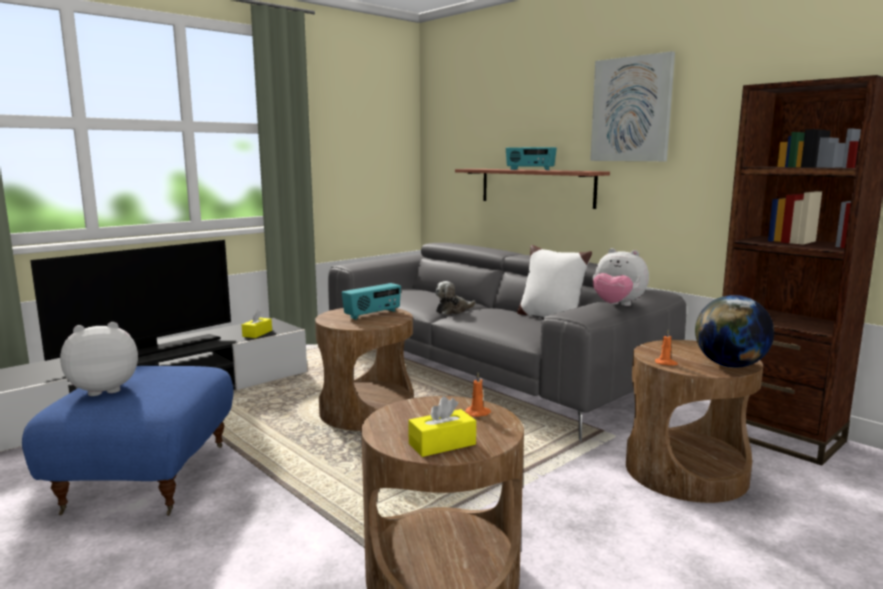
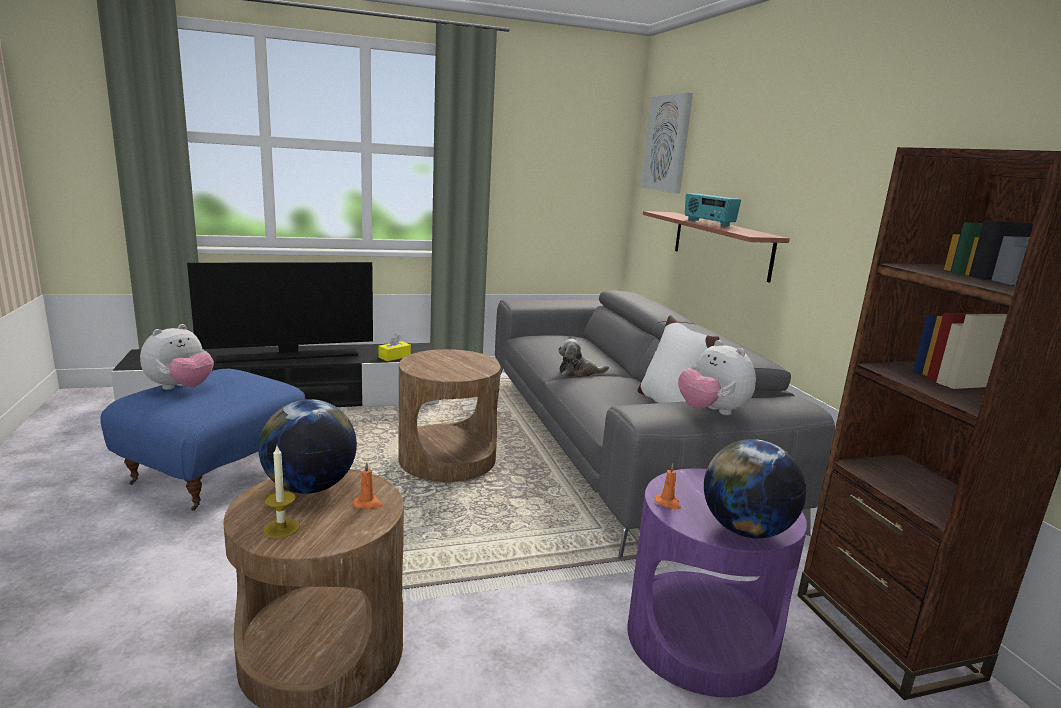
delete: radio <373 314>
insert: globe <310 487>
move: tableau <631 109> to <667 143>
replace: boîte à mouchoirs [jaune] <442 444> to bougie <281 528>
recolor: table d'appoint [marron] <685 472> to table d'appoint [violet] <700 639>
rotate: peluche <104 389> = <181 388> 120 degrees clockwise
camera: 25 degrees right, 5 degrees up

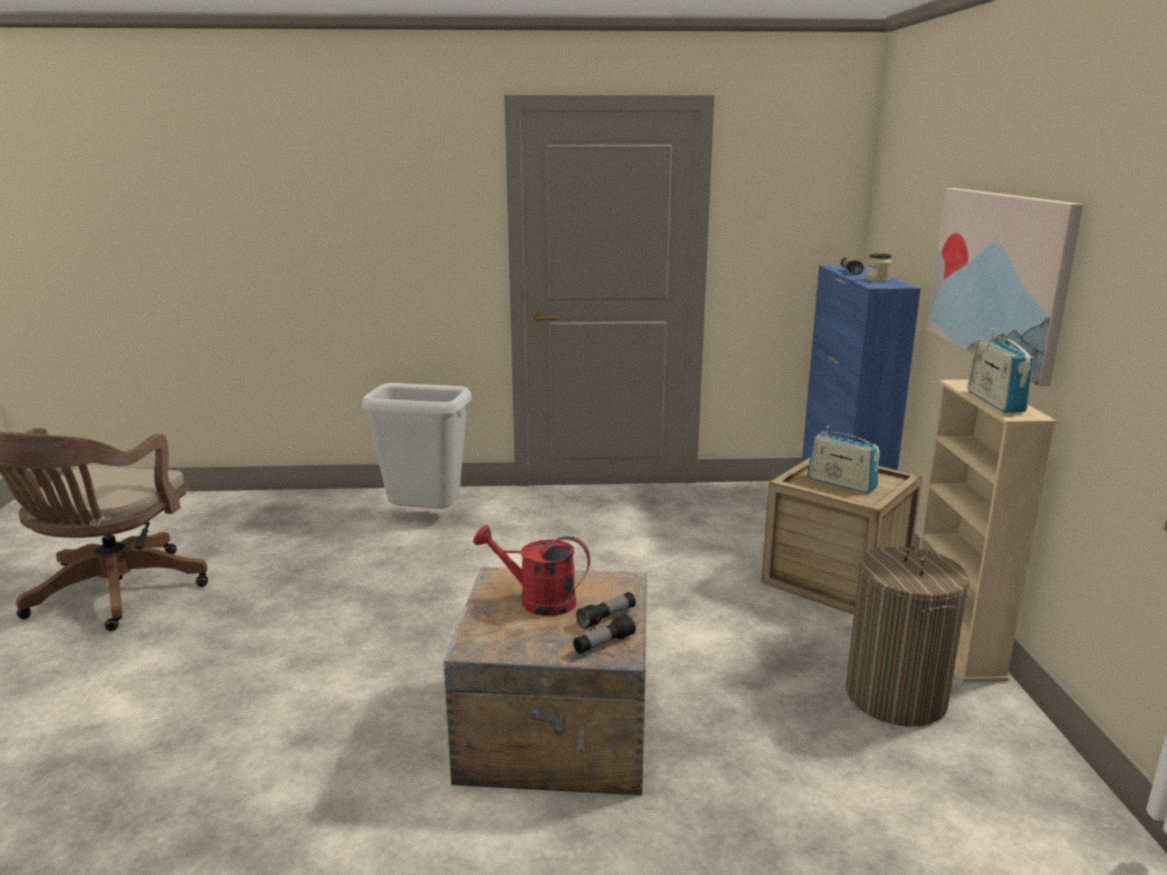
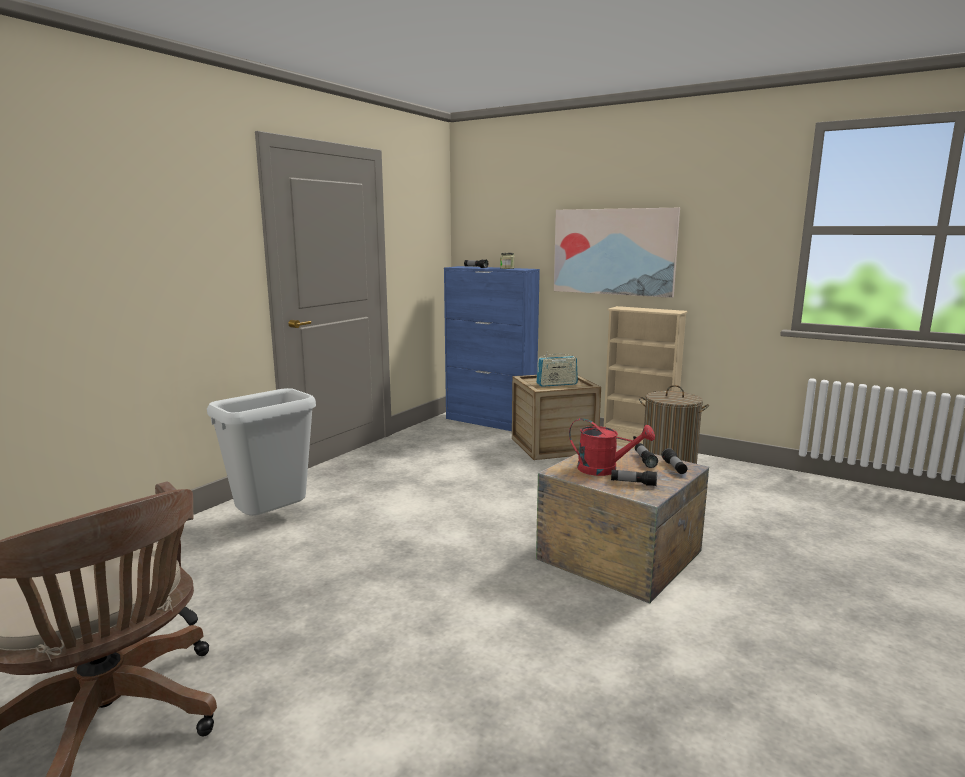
delete: radio <994 402>
insert: lampe de poche <633 483>
rotate: arrosoir [rouge] <537 600> = <605 470> 120 degrees counterclockwise
camera: 55 degrees left, 5 degrees down

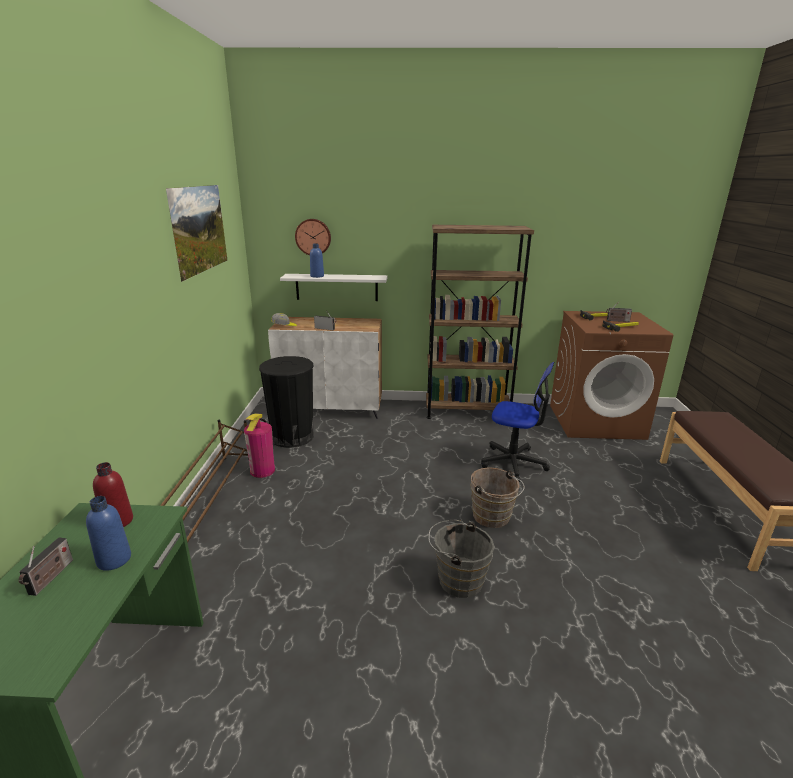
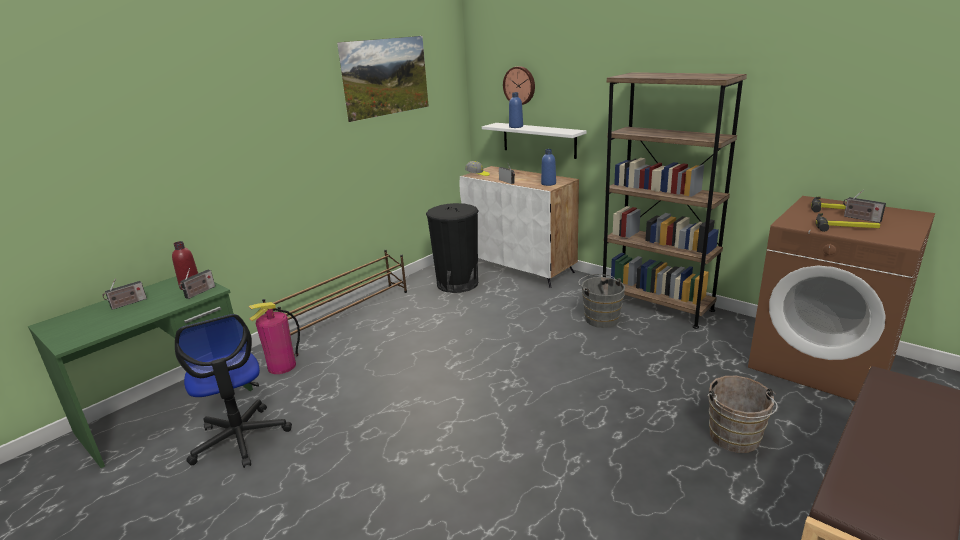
insert: radio <199 293>
move: chaise de bureau <513 463> to <240 439>; extincteur <263 470> to <282 366>; bouteille [bleu] <114 559> to <548 184>; seau [gris] <457 579> to <600 318>; seau [marron] <493 518> to <735 440>
camera: 40 degrees right, 0 degrees up

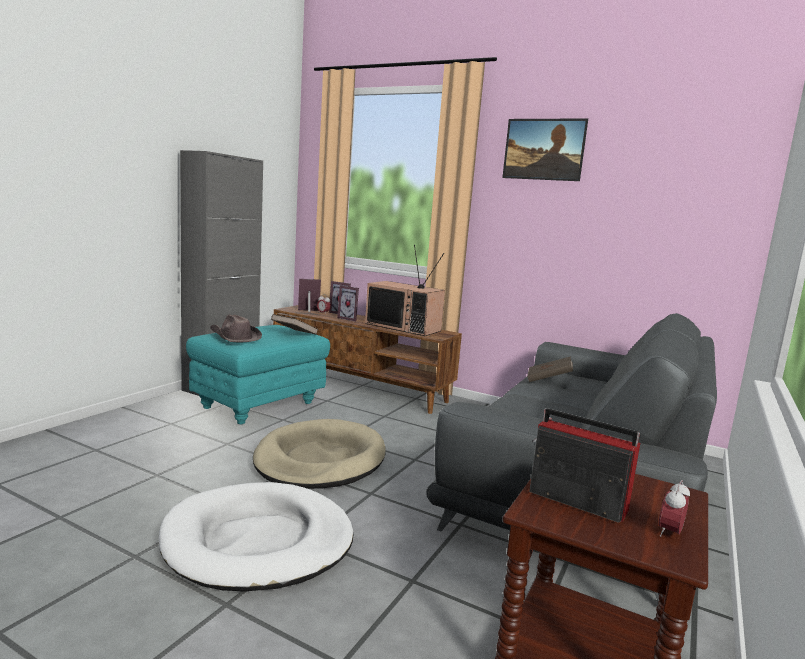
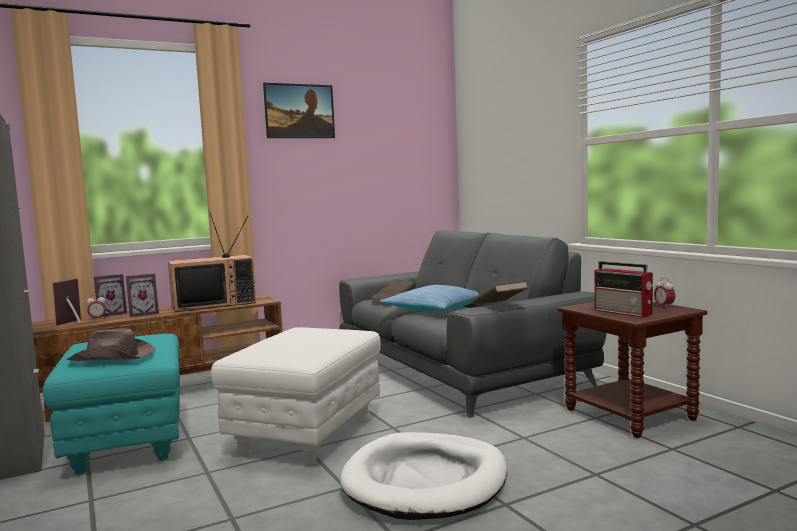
insert: coussin <434 309>
move: livre [marron] <294 334> to <500 305>
replace: panier pour chien [beige] <320 460> to pouf [blanc] <307 436>
rotate: radio <574 500> = <624 312> 105 degrees counterclockwise
camera: 55 degrees left, 5 degrees down

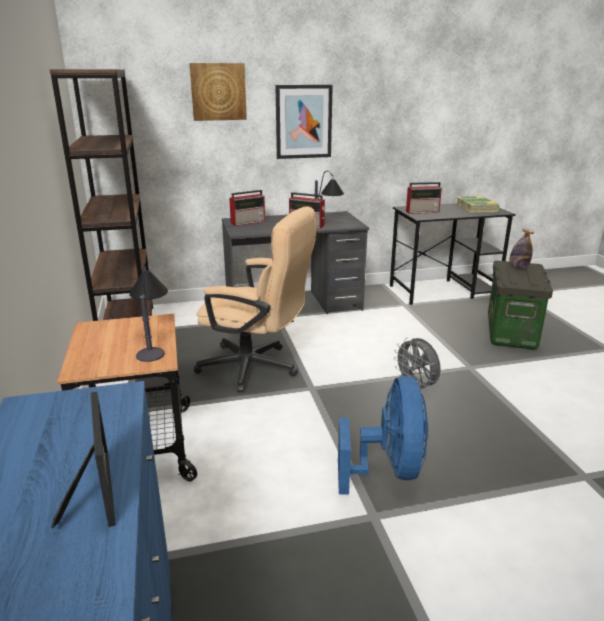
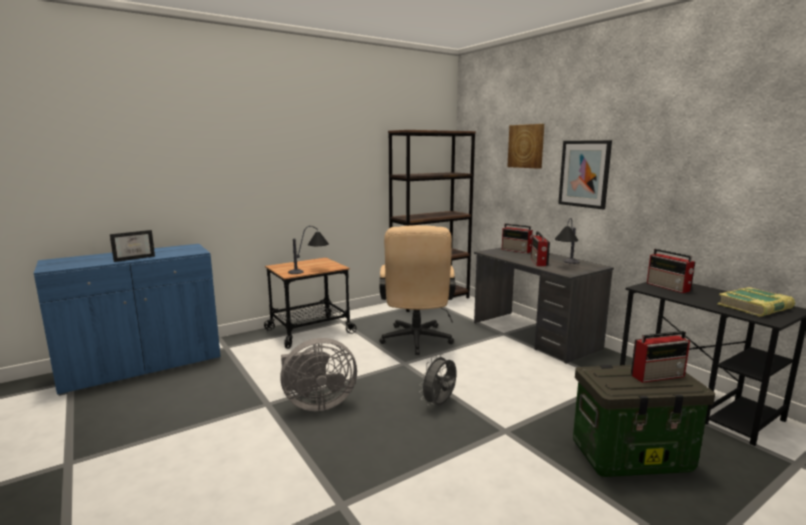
replace: bouteille <518 268> to radio <658 375>
recolor: ventilateur [bleu] <388 469> to ventilateur [gris] <317 404>
camera: 70 degrees right, 10 degrees down

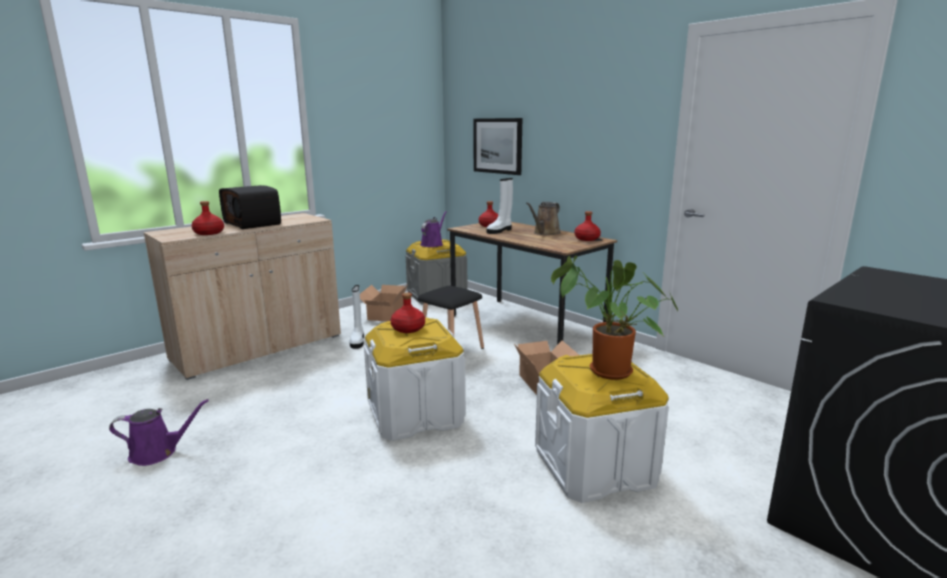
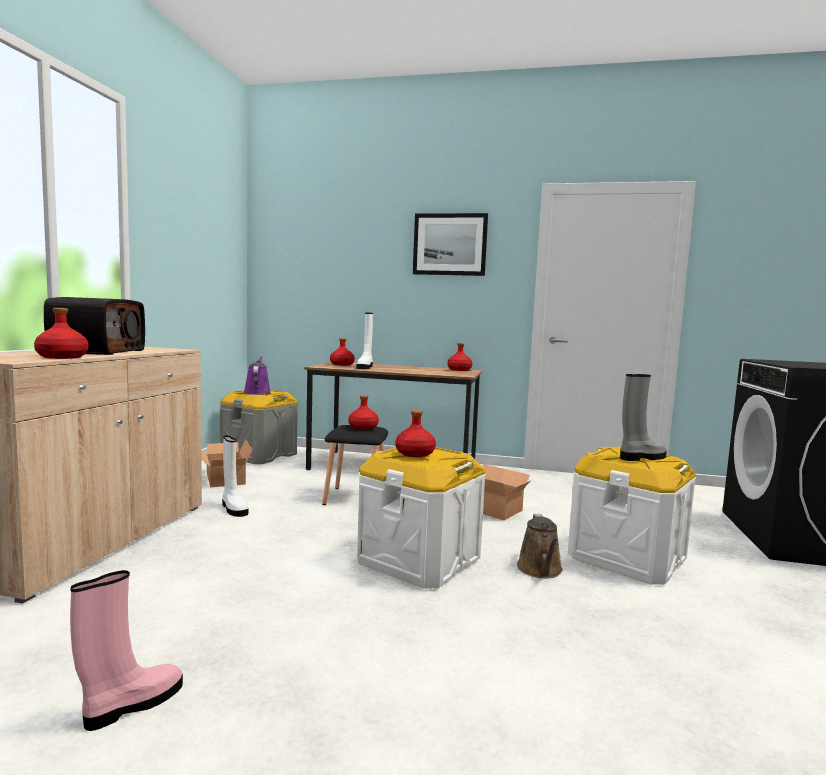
insert: bouteille [rouge] <363 428>
move: tableau <498 146> to <450 244>; arrosoir [marron] <545 233> to <540 570>
replace: arrosoir [violet] <158 452> to botte [rose] <131 705>; plante en pot <605 372> to botte [gris] <641 457>
rotate: radio <253 223> = <97 351> 105 degrees counterclockwise
camera: 35 degrees left, 10 degrees down

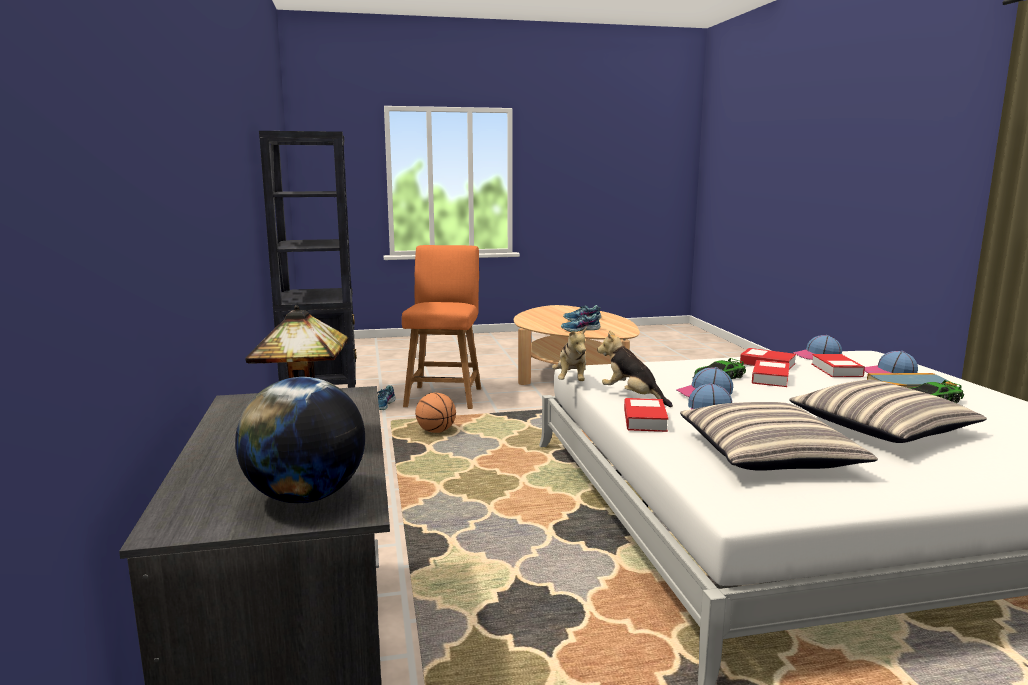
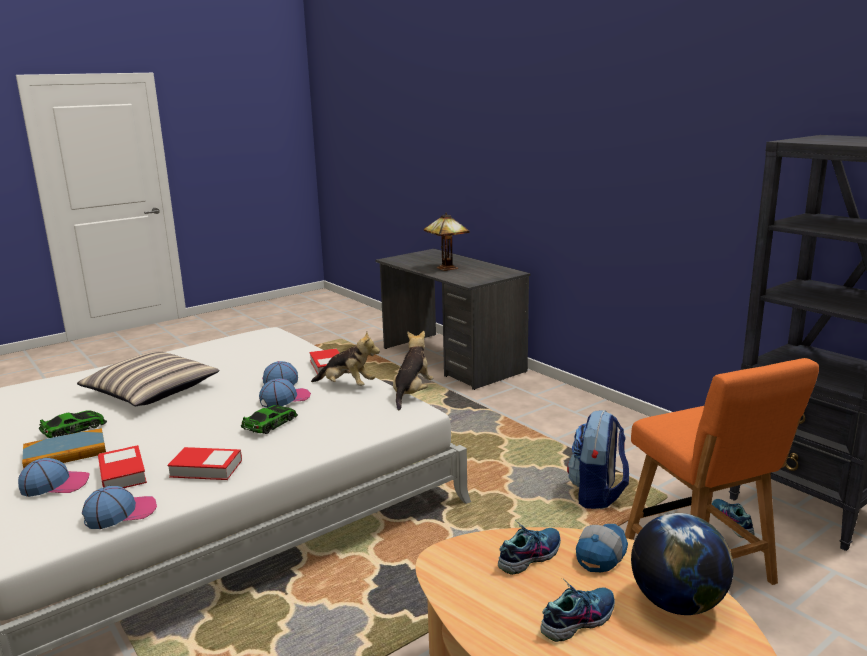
delete: coussin <768 455>; livre <770 378>
insert: casquette <600 554>
move: globe <305 497> to <677 603>
replace: ballon de basket <436 431> to sac à dos <597 494>
rotate: peluche <571 381> = <412 394> 45 degrees clockwise
camera: 155 degrees right, 5 degrees up

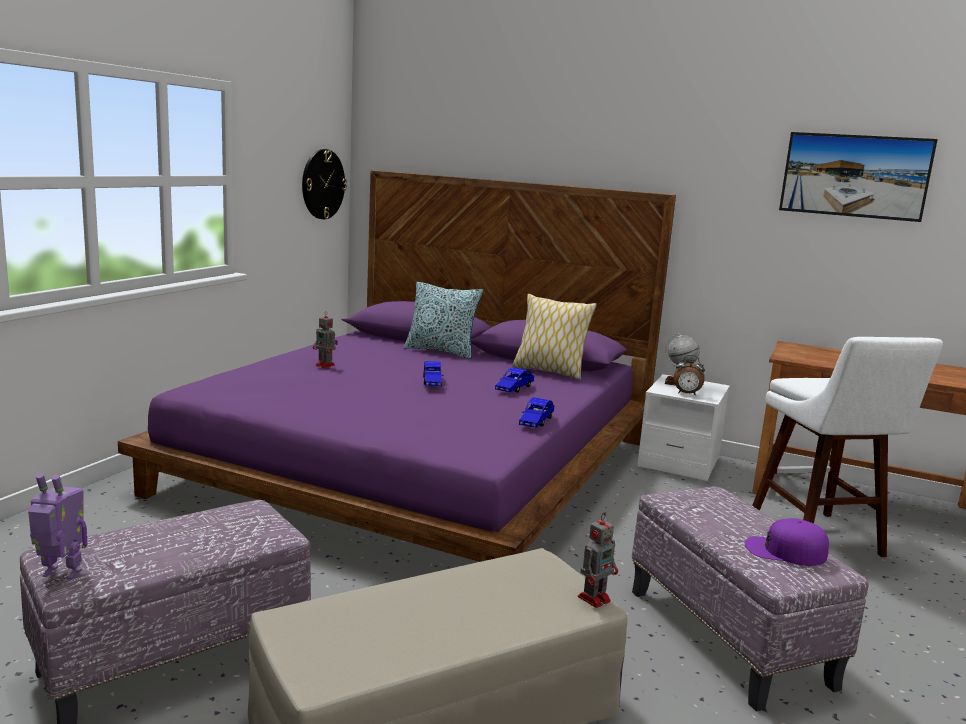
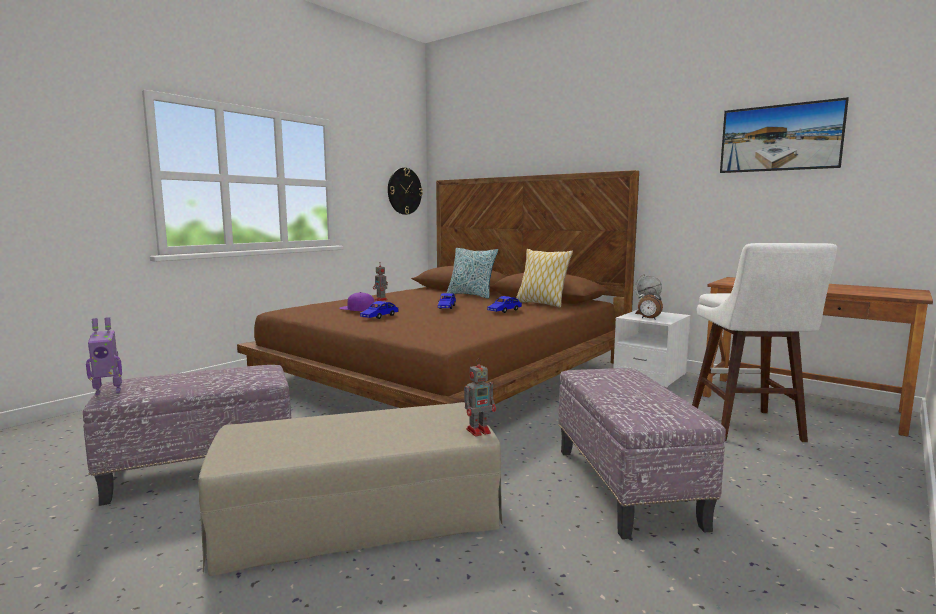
move: casquette [violet] <785 551> to <357 308>; petite voiture [bleu] <536 421> to <379 317>
recolor: lit [violet] <418 466> to lit [marron] <446 372>
rotate: robot jouet <61 574> = <108 391> 135 degrees clockwise
camera: 15 degrees right, 5 degrees down

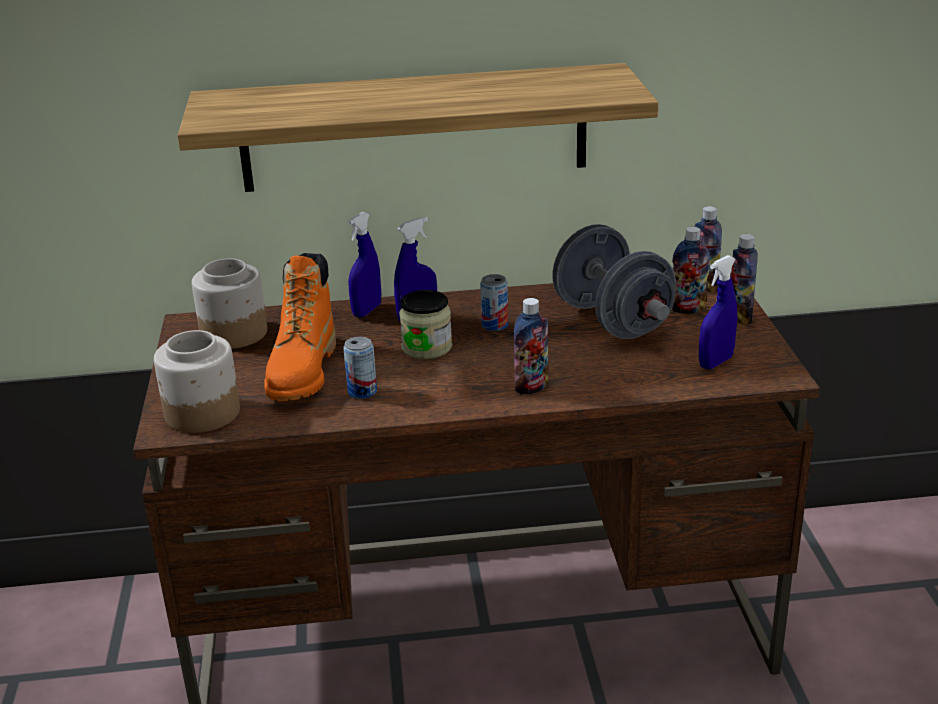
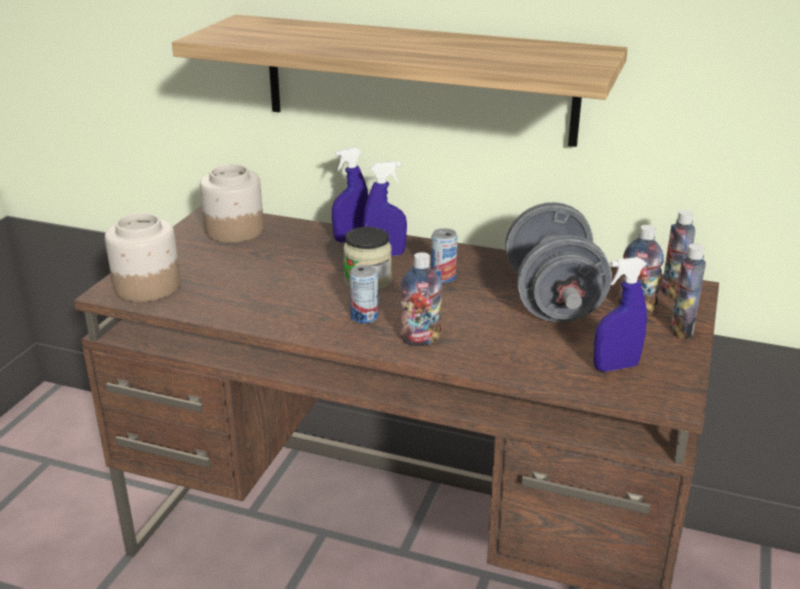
delete: botte [orange] <303 372>
move: boîte métallique <362 391> to <364 317>
camera: 25 degrees right, 0 degrees up

